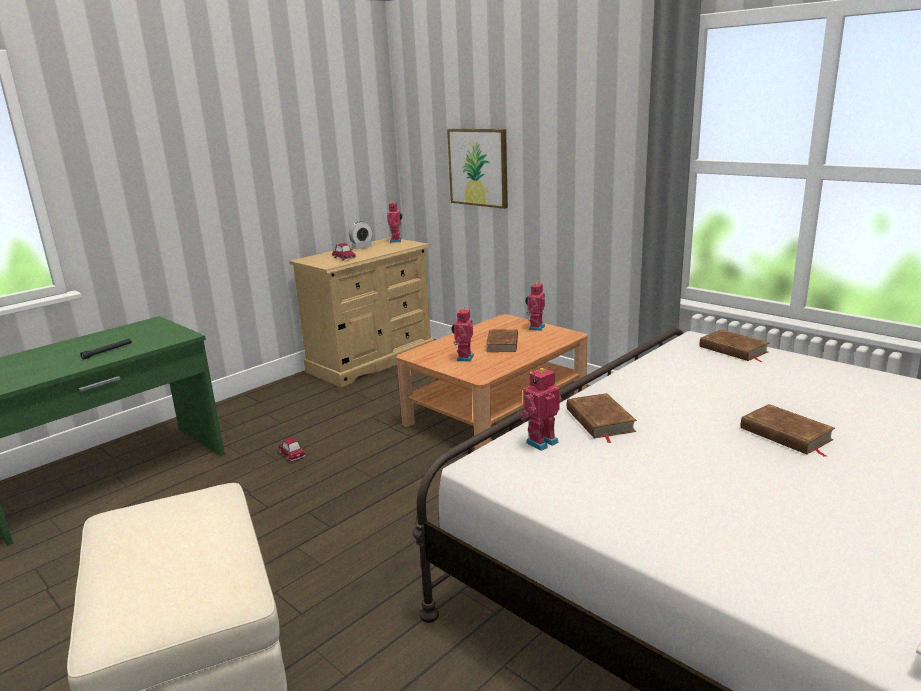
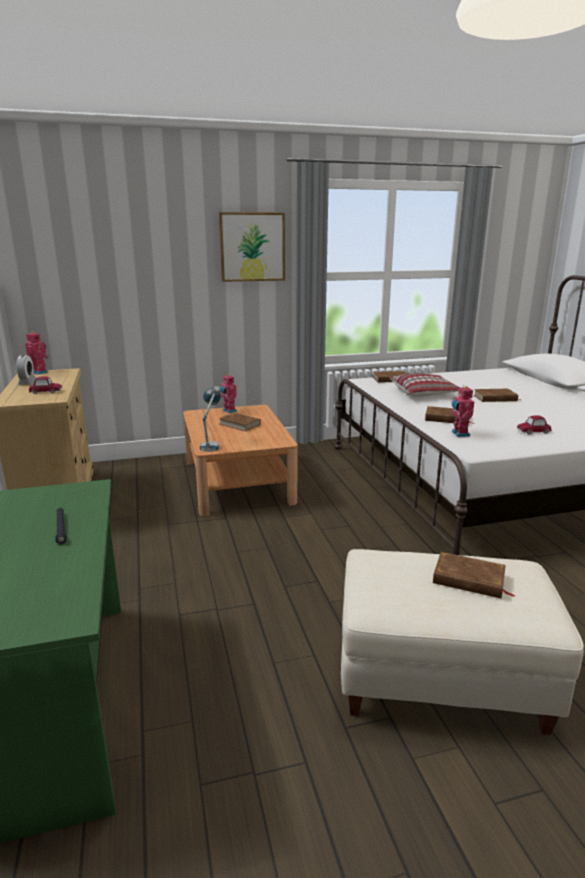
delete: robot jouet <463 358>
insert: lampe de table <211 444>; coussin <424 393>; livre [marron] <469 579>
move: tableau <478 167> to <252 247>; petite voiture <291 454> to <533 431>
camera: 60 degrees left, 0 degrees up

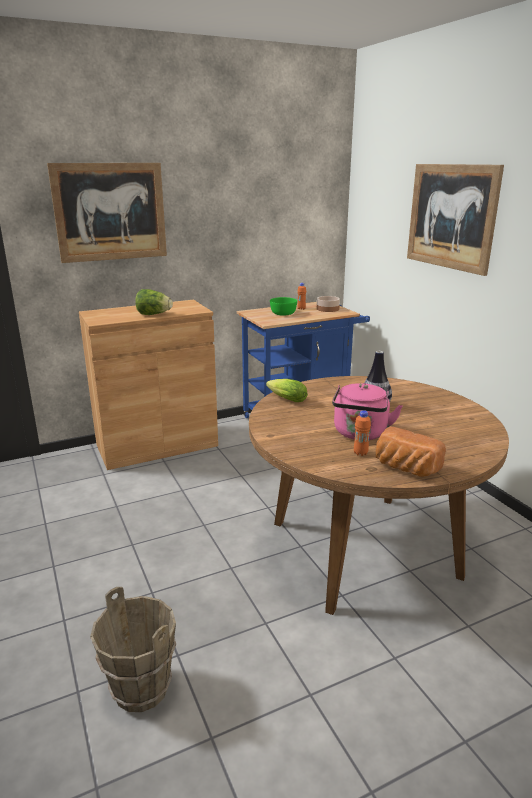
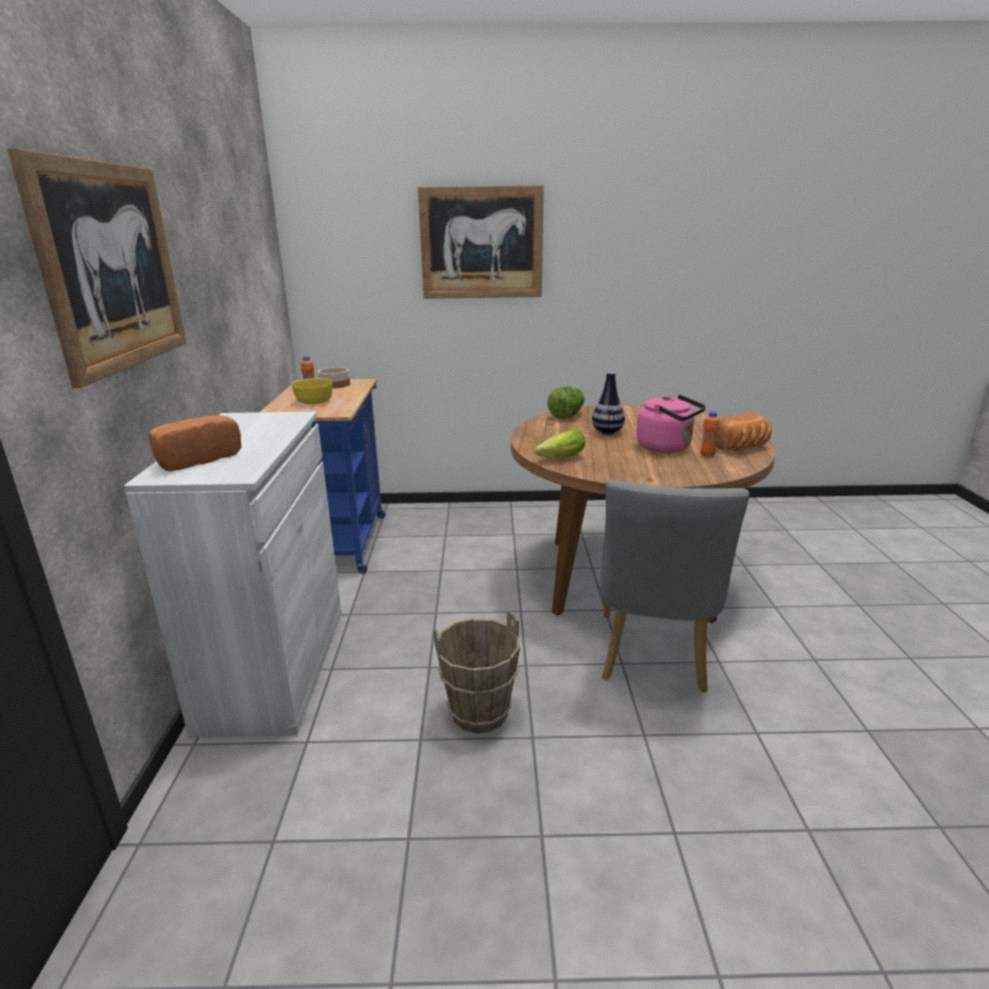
insert: pain <196 459>; chaise [gris] <652 658>
move: seau [marron] <140 689> to <480 713>; laitue <154 314> to <567 416>
recolor: meuble de rangement [marron] <157 445> to meuble de rangement [blanc] <275 667>; bol [vert] <283 313> to bol [jaune] <315 401>
camera: 65 degrees left, 0 degrees up

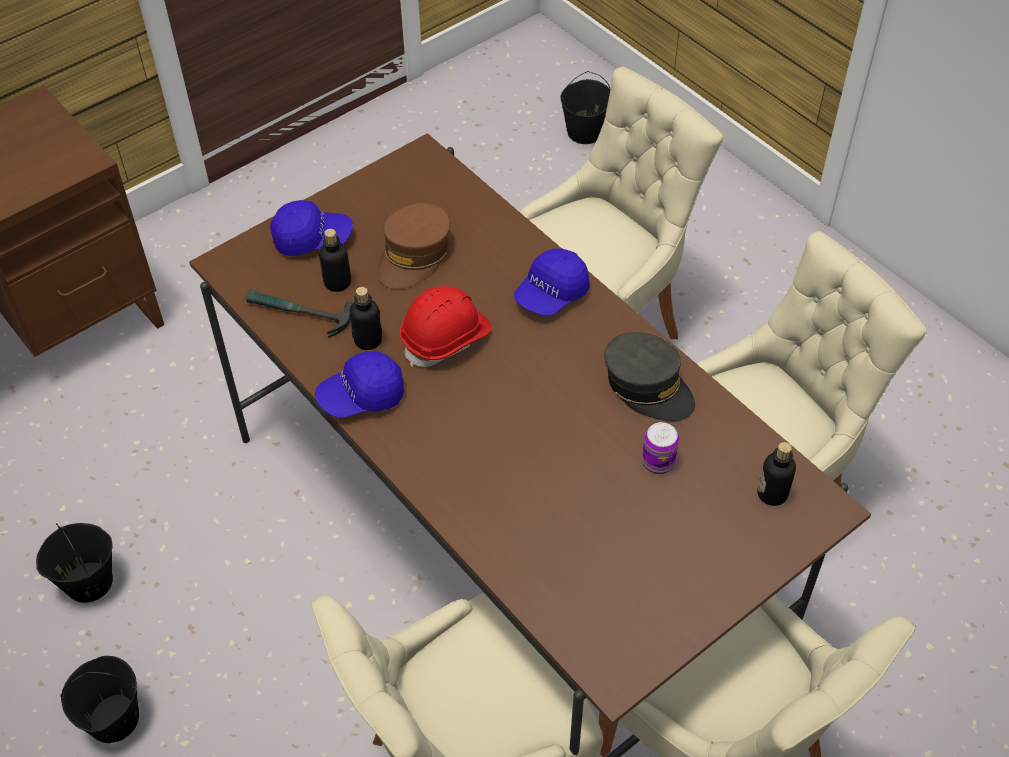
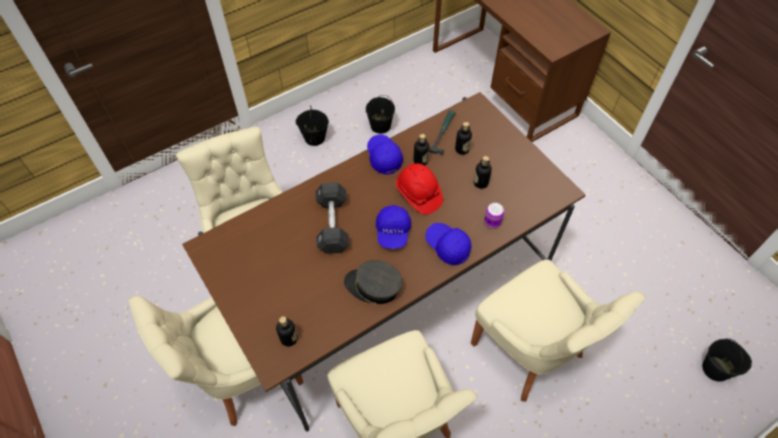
insert: haltère [noir] <332 224>
move: casquette [bleu] <312 239> to <393 232>; boîte métallique <658 462> to <492 222>
replace: casquette [marron] <414 256> to bouteille <480 183>
rotate: casquette [gris] <648 386> = <373 287> 60 degrees clockwise
camera: 95 degrees right, 5 degrees up

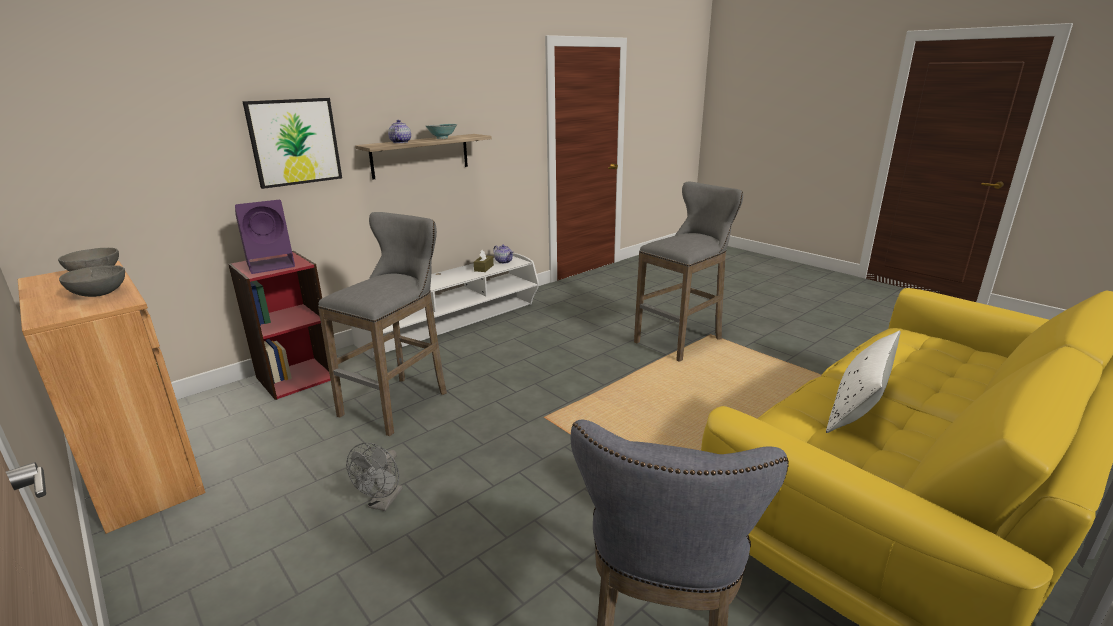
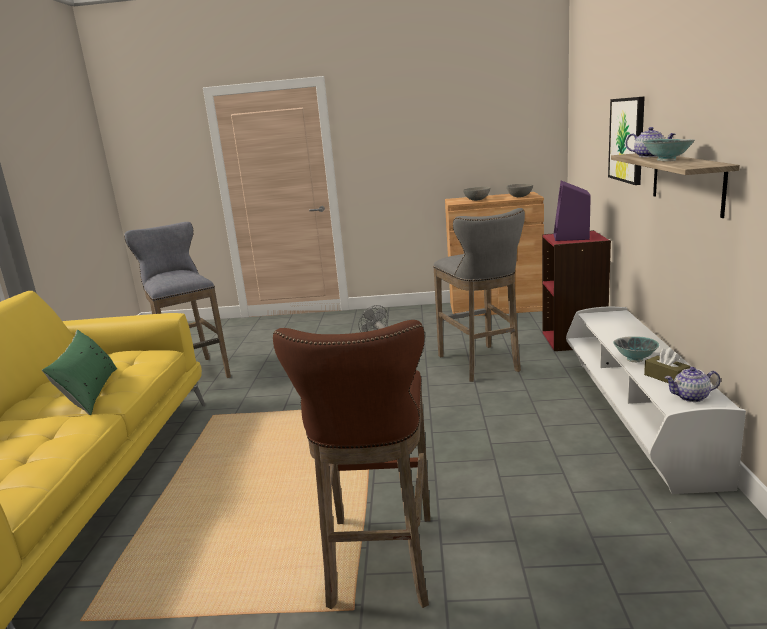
insert: bol <635 360>
recolor: coussin [blanc] <858 405> to coussin [vert] <89 392>; tabouret [gris] <681 340> to tabouret [marron] <380 565>
camera: 135 degrees right, 5 degrees down

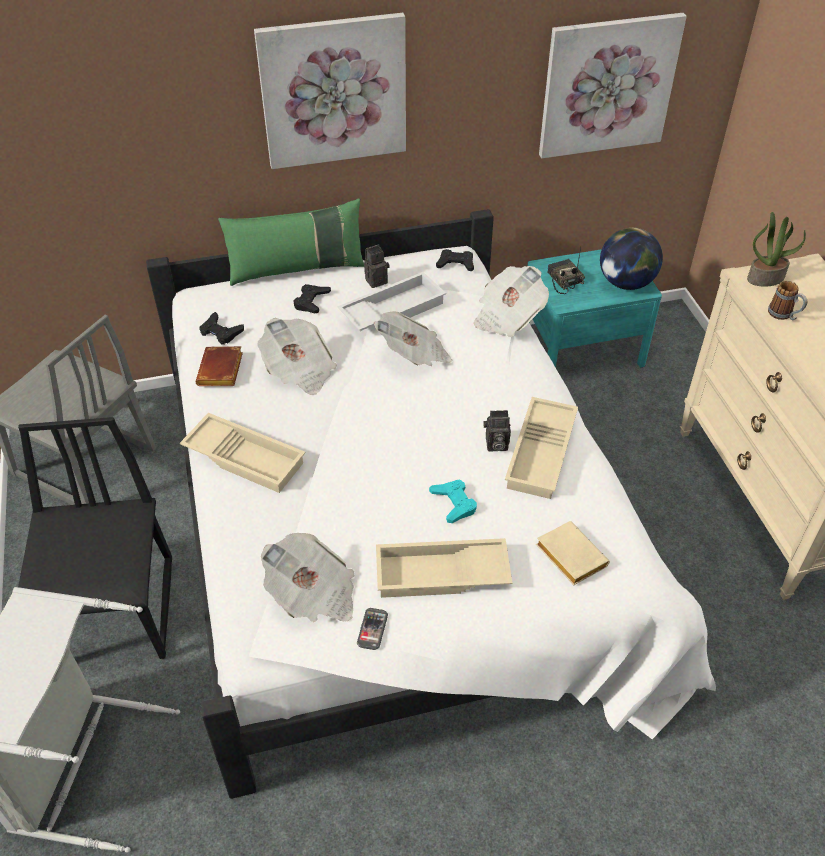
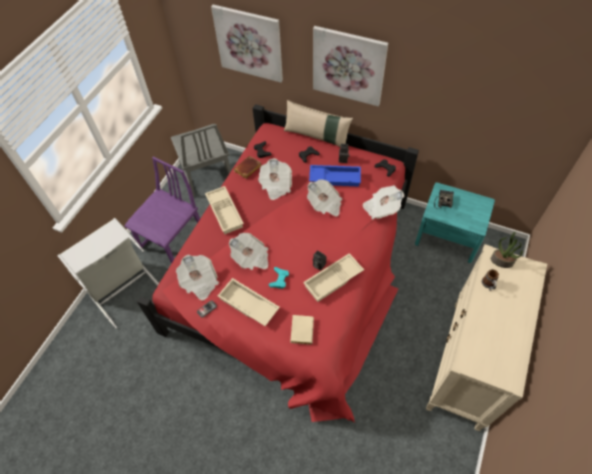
delete: globe <626 283>
insert: journal <251 258>
move: tableau <607 85> to <249 43>
recolor: chaise [noir] <115 612> to chaise [violet] <173 241>; lit [blanc] <401 529> to lit [rouge] <295 272>; coussin [vert] <297 269> to coussin [beige] <317 136>; plateau [blanc] <392 309> to plateau [bleu] <335 177>
camera: 40 degrees right, 10 degrees up

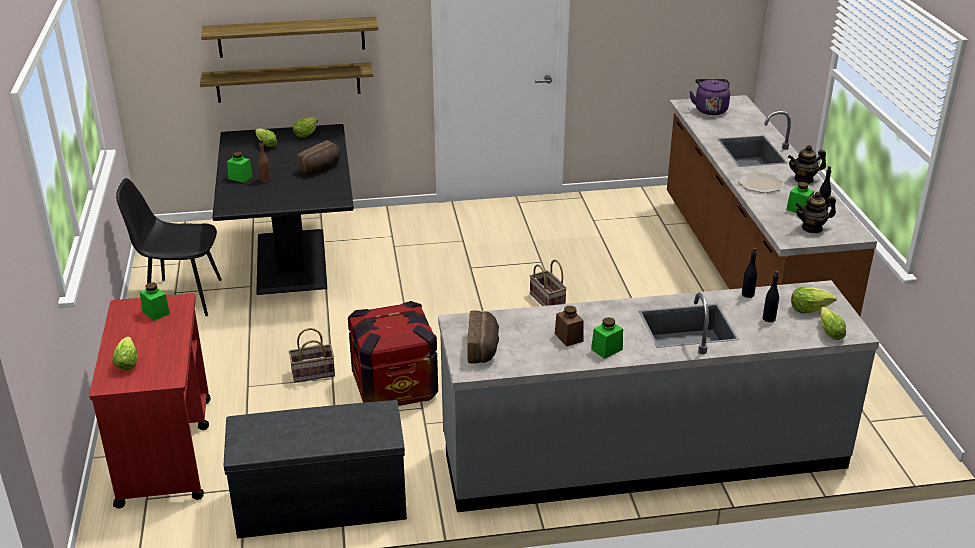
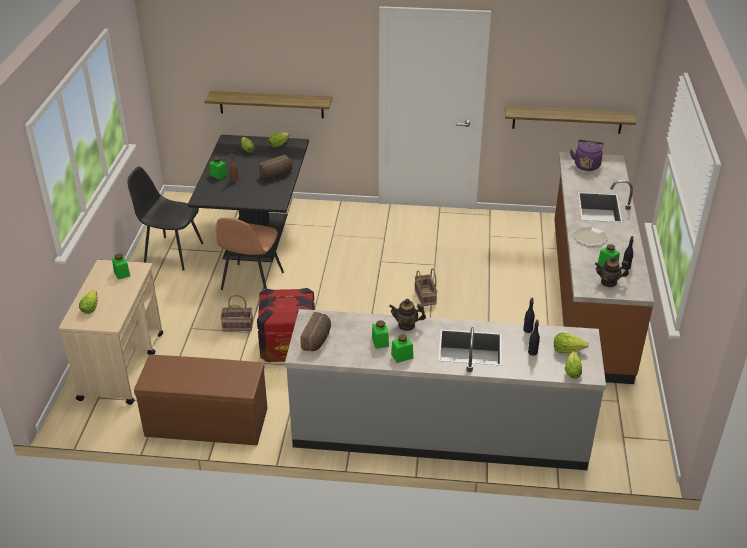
insert: chaise [marron] <251 282>
move: théière <804 179> to <406 325>; étagère <291 37> to <567 119>
recolor: chariot [rouge] <166 450> to chariot [beige] <122 365>; banc [gris] <319 503> to banc [marron] <205 423>; bocal [marron] <568 337> to bocal [vert] <380 342>
camera: 15 degrees right, 5 degrees up

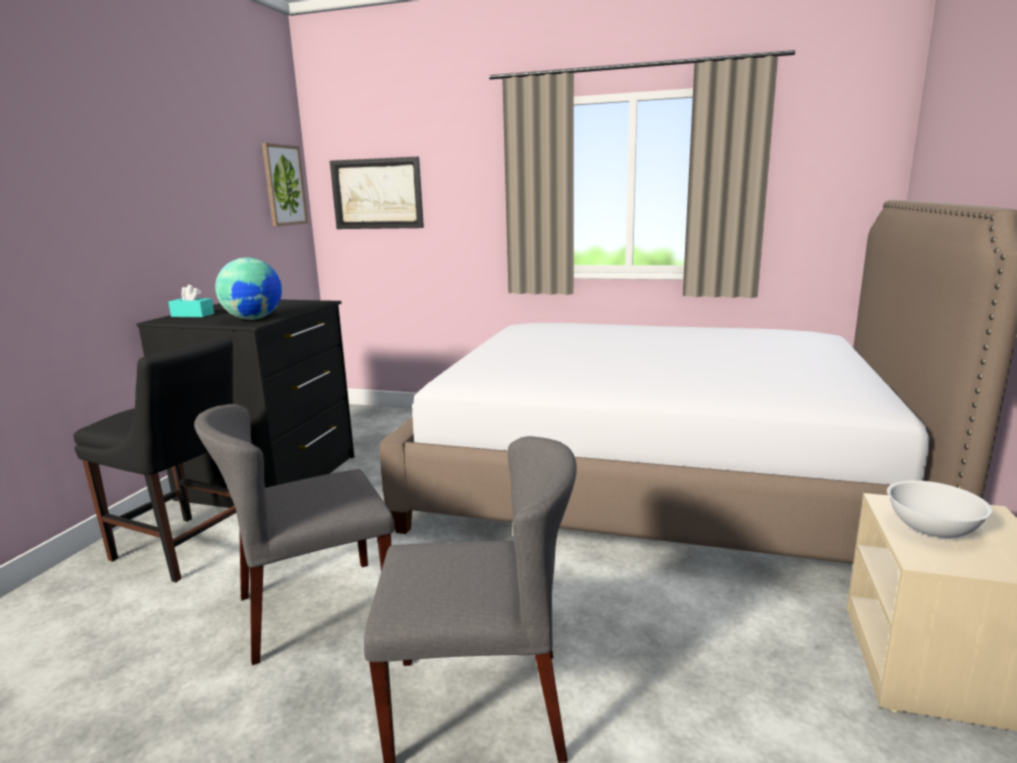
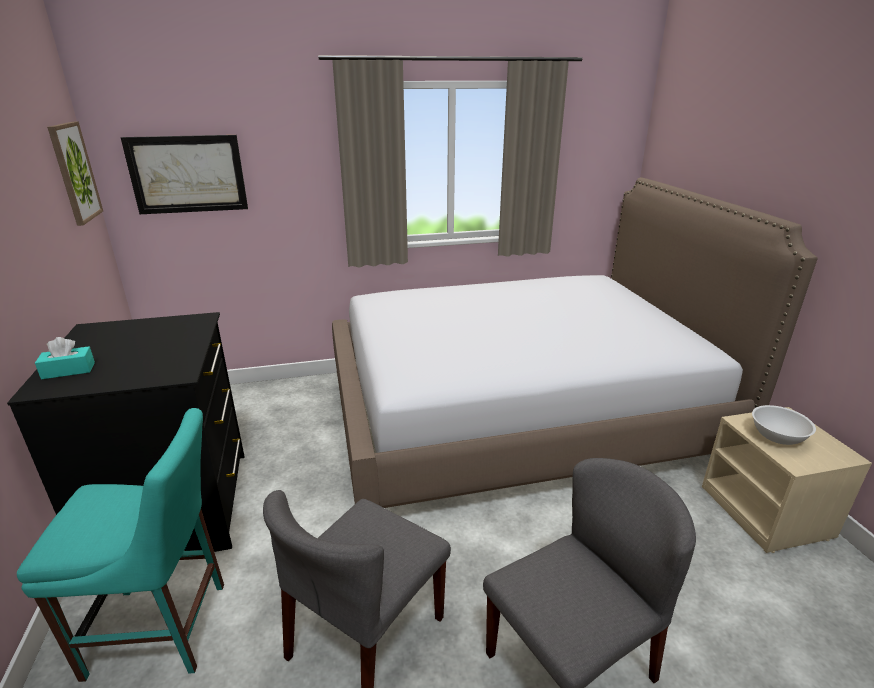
delete: globe <254 319>
recolor: chaise [noir] <186 549> to chaise [turquoise] <165 629>
camera: 30 degrees left, 10 degrees up

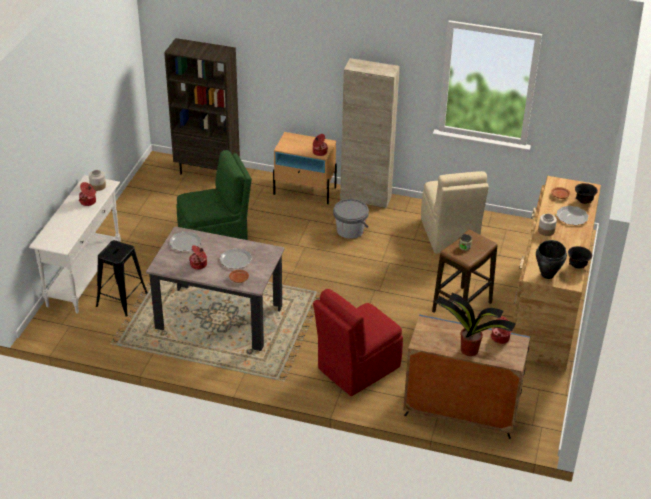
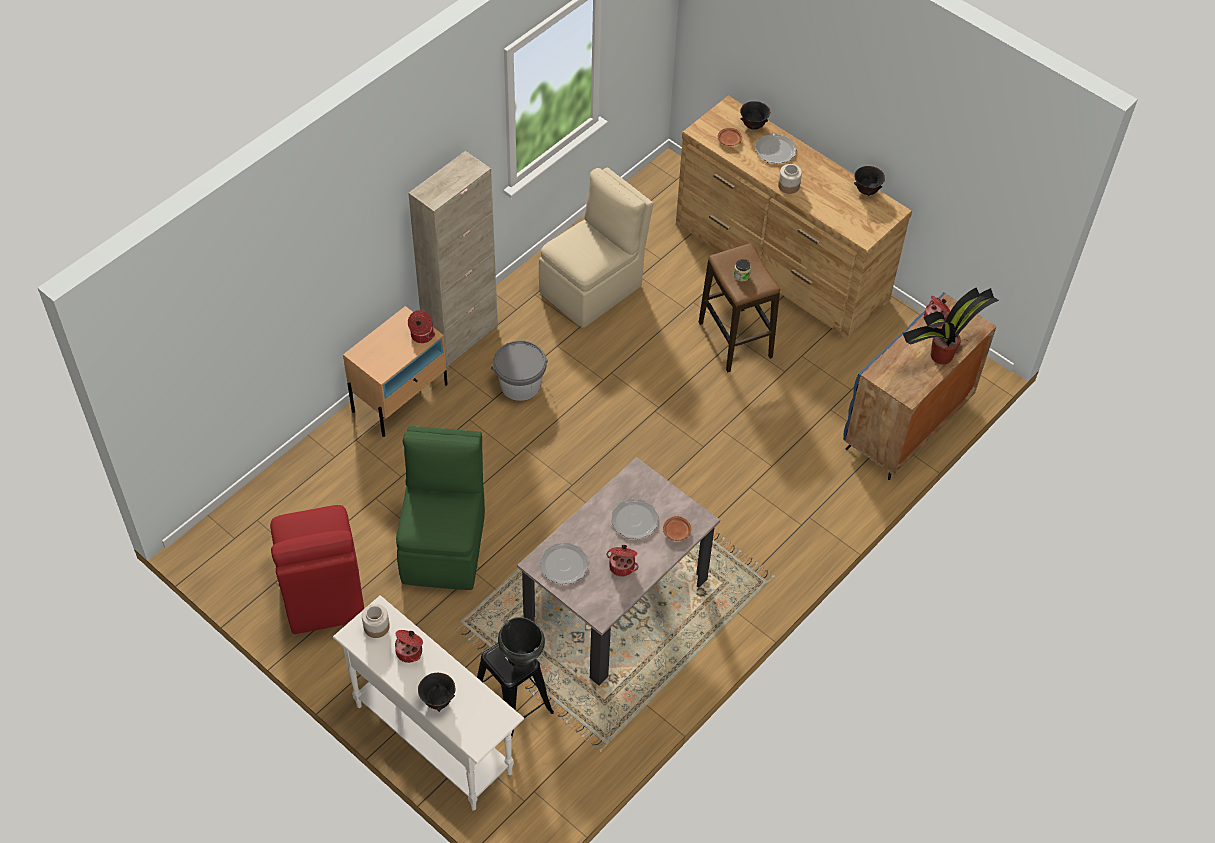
delete: bibliothèque [marron] <208 171>
insert: bol [noir] <437 700>
move: chaise [rouge] <357 368> to <322 591>; marmite [noir] <547 275> to <522 659>
rotate: chaise [beige] <449 235> = <593 288> 60 degrees counterclockwise
camera: 65 degrees left, 15 degrees up

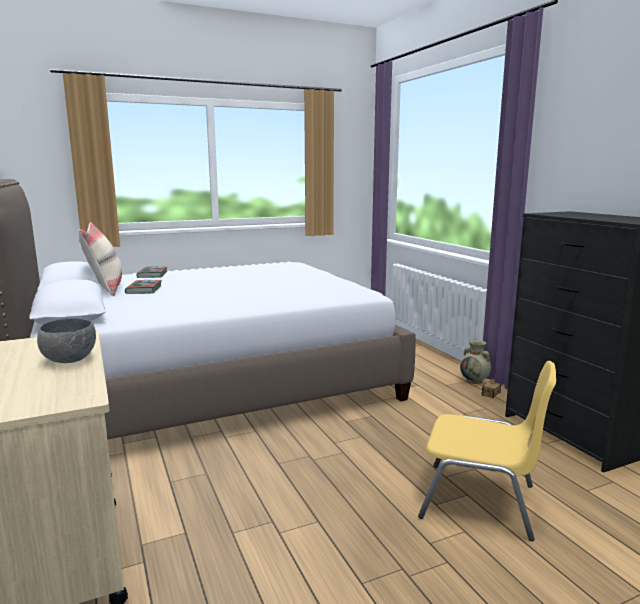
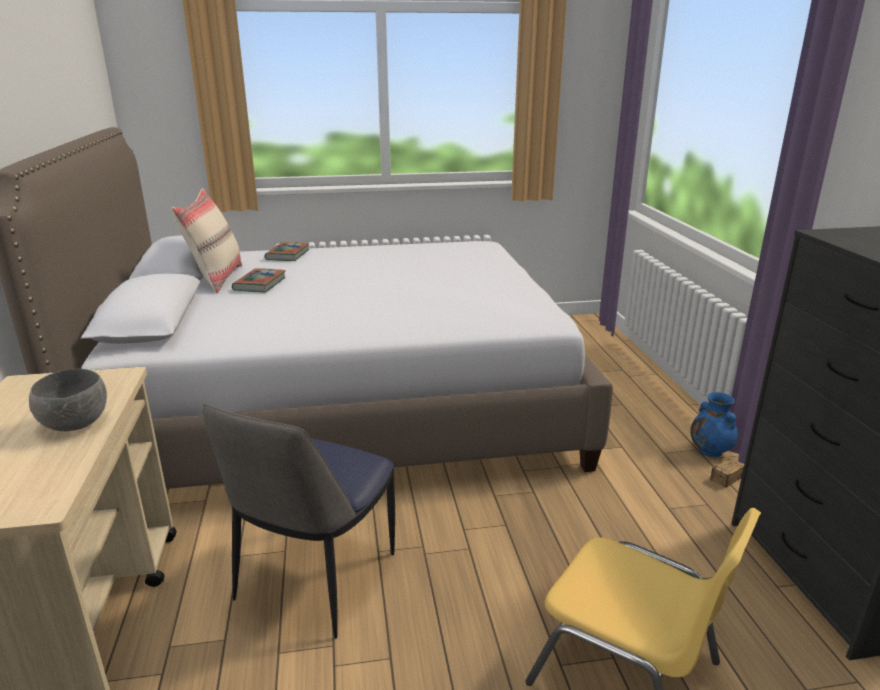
insert: chaise <314 580>
recolor: vase [beige] <474 381> to vase [bleu] <710 451>
camera: 15 degrees right, 10 degrees up

